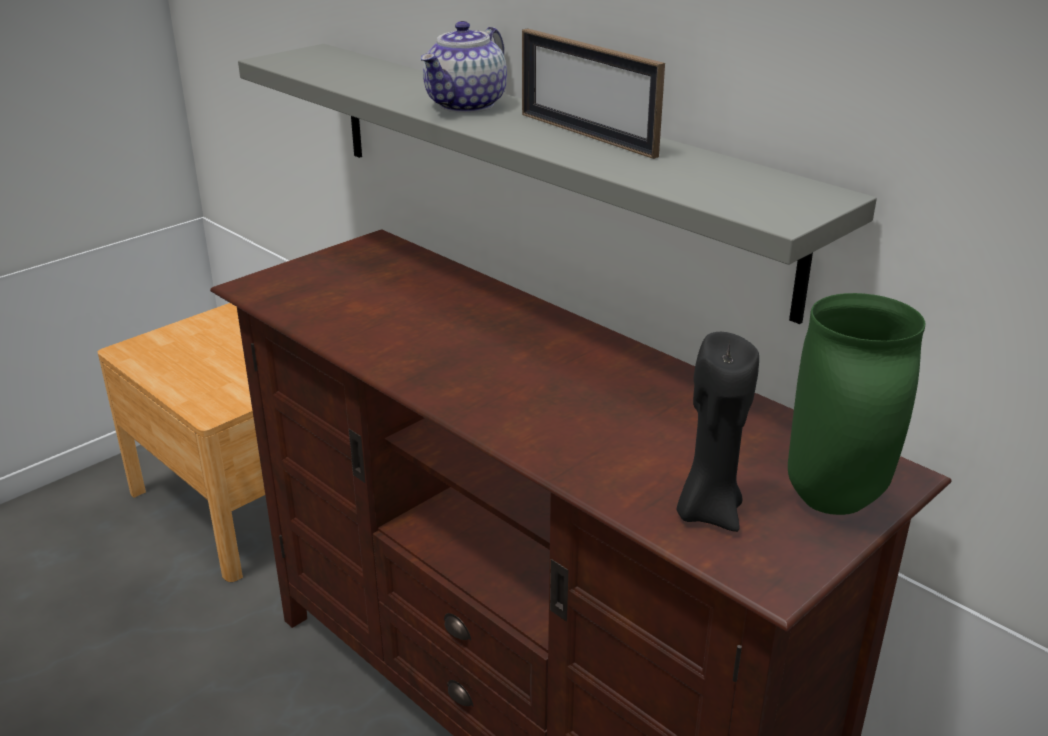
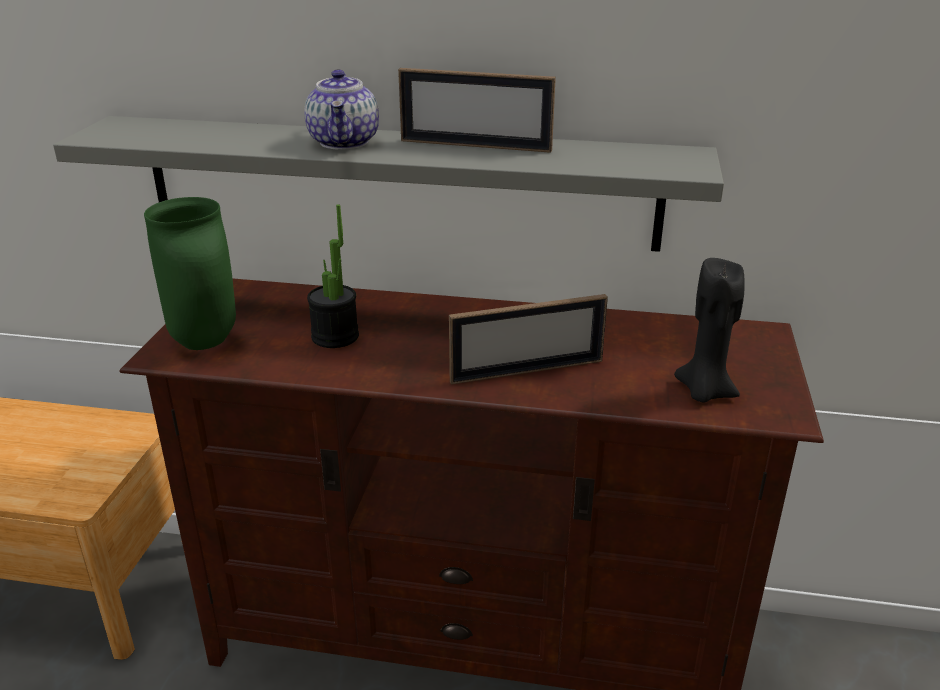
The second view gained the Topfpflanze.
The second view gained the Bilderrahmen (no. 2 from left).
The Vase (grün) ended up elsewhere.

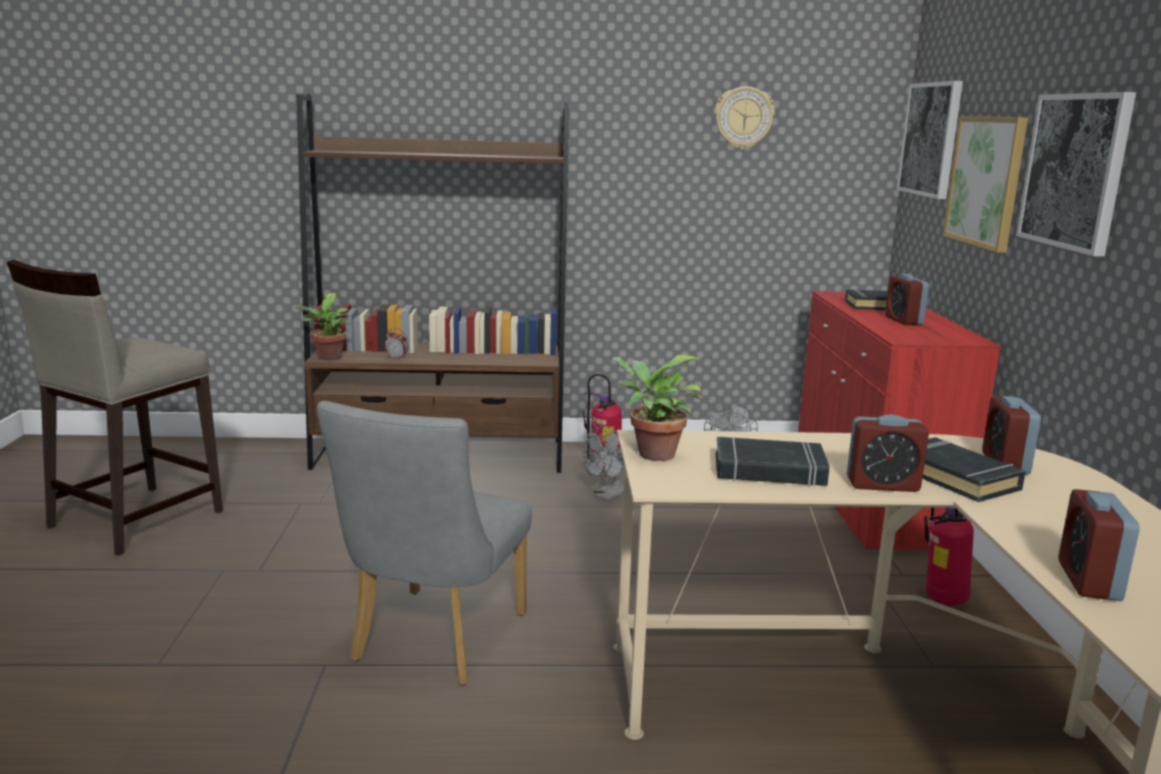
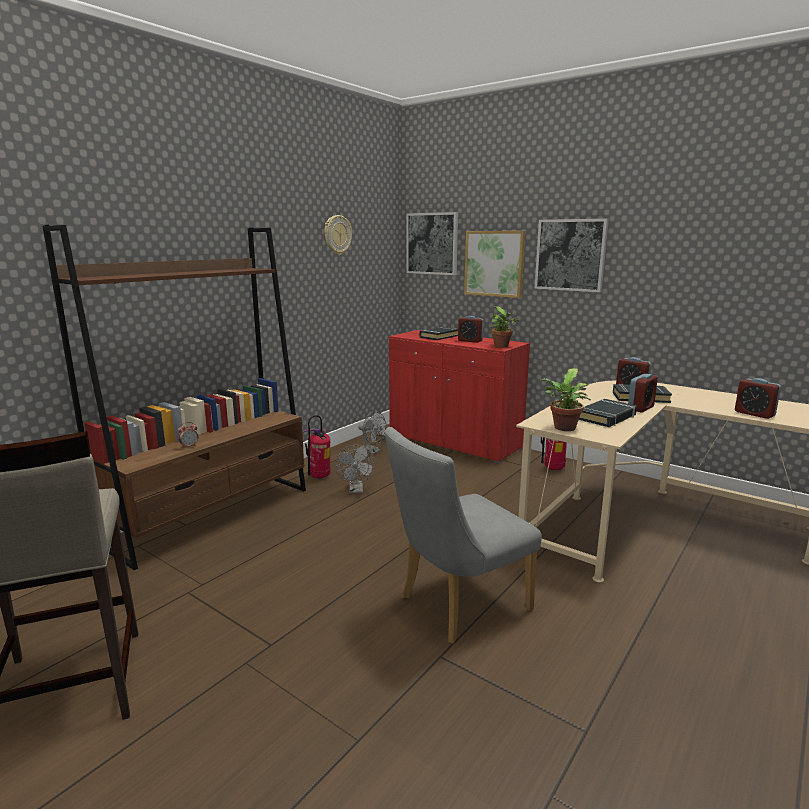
The Topfpflanze (no. 1 from left) ended up elsewhere.
The Stuhl (grau) ended up facing another way, 90 degrees clockwise from before.

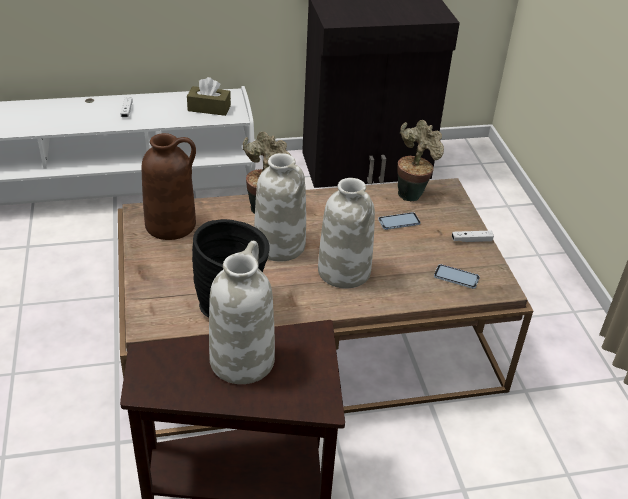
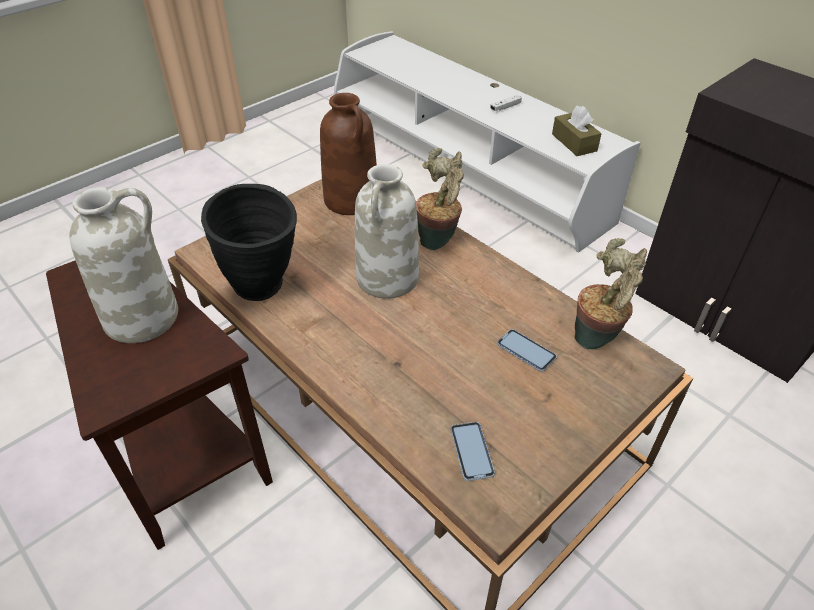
The second view lost the Vase (weiß) (no. 3 from left).
The second view lost the Gamepad (weiß) (no. 2 from left).

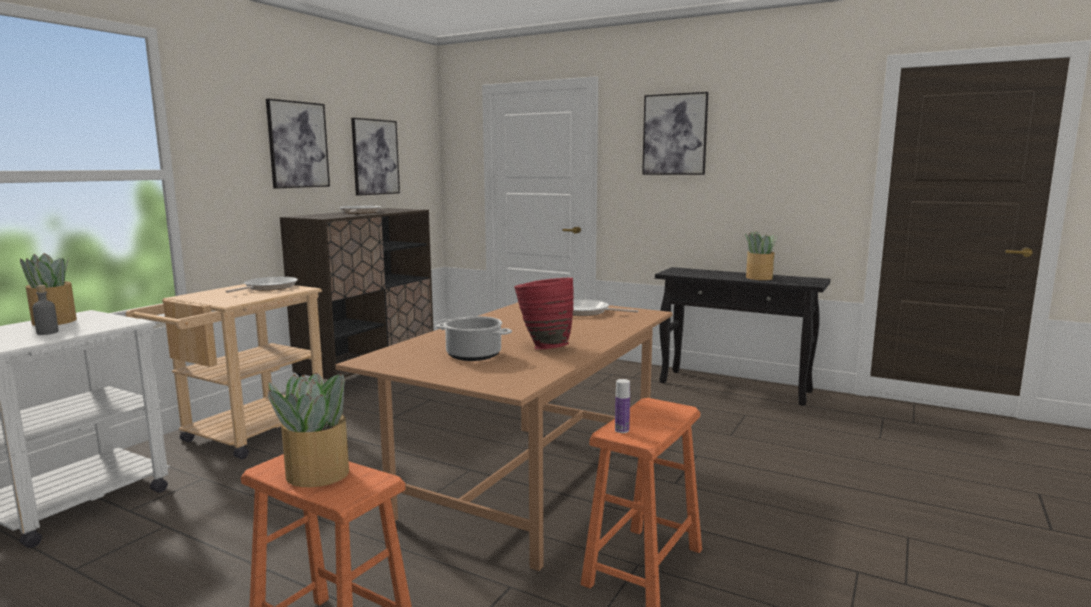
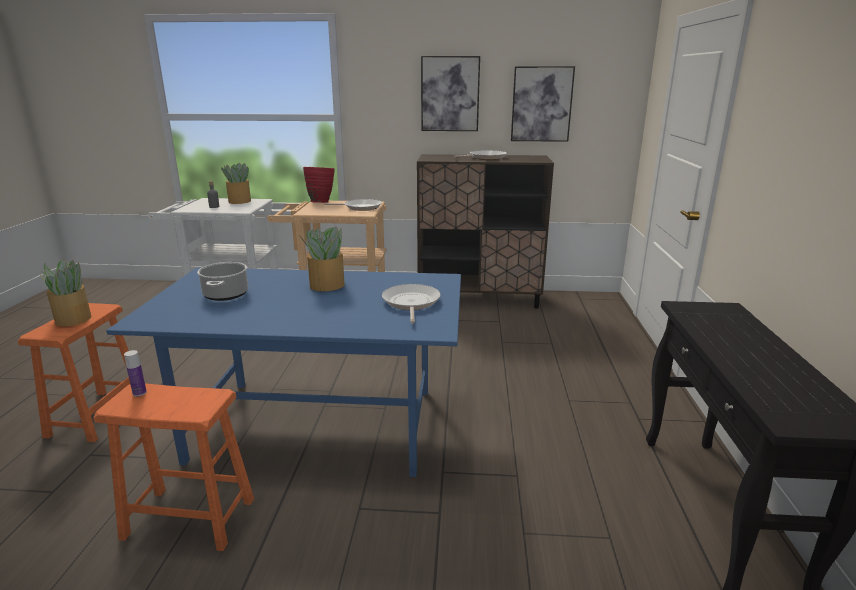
The second view lost the Bild (no. 3 from left).
The Vase (rot) ended up elsewhere.
The Topfpflanze (no. 3 from left) ended up elsewhere.
What was the Esstisch (braun) turned into the Esstisch (blau).

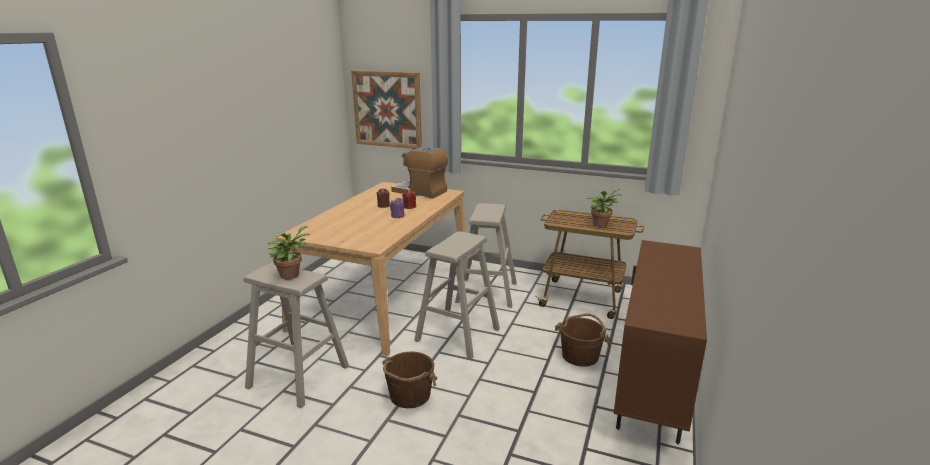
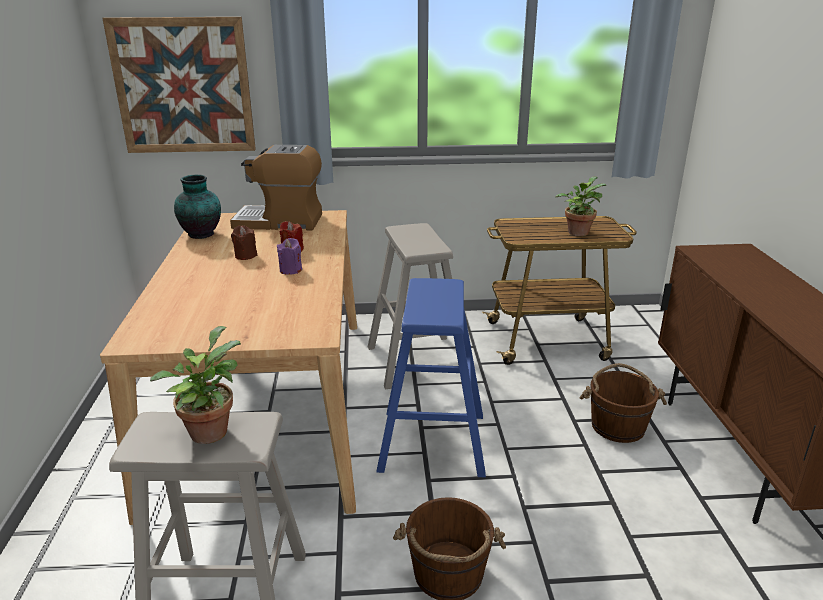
The second view gained the Vase.
What was the Hocker (beige) (no. 2 from left) turned into the Hocker (blau).

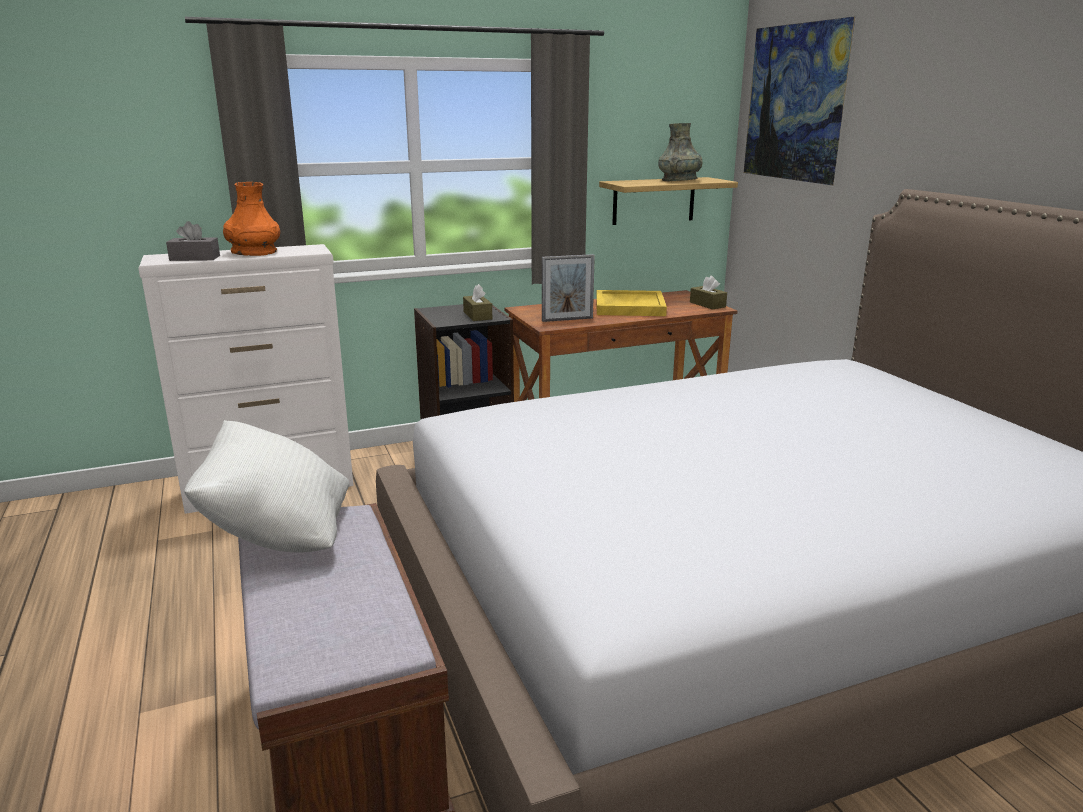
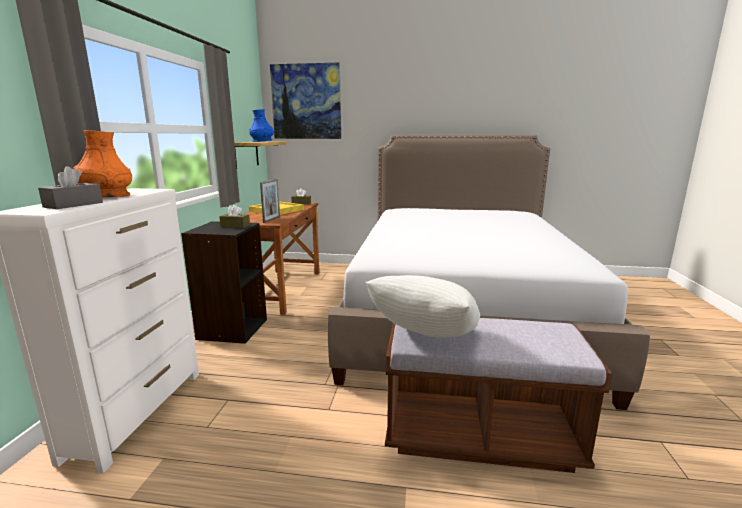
What was the Vase (grau) turned into the Vase (blau).

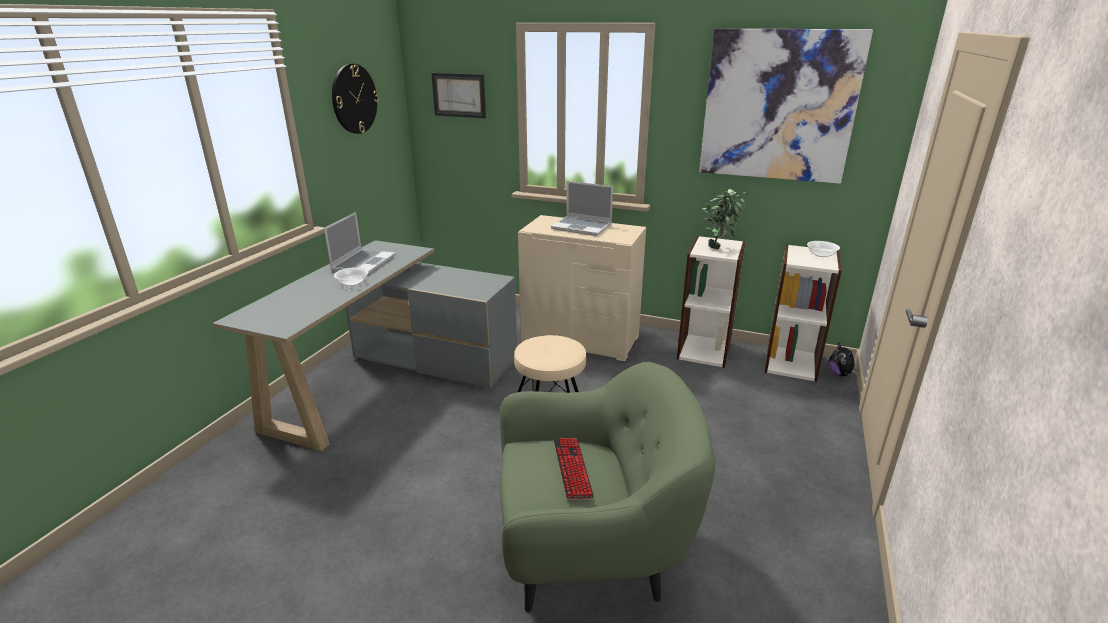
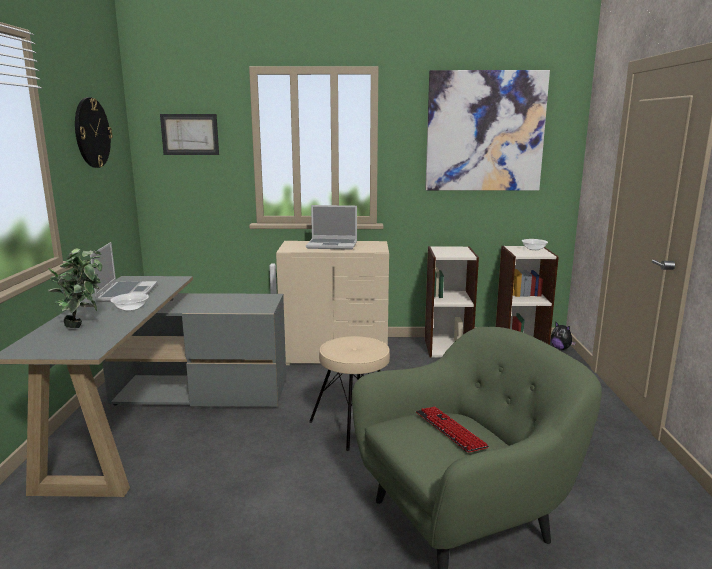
The Topfpflanze ended up elsewhere.

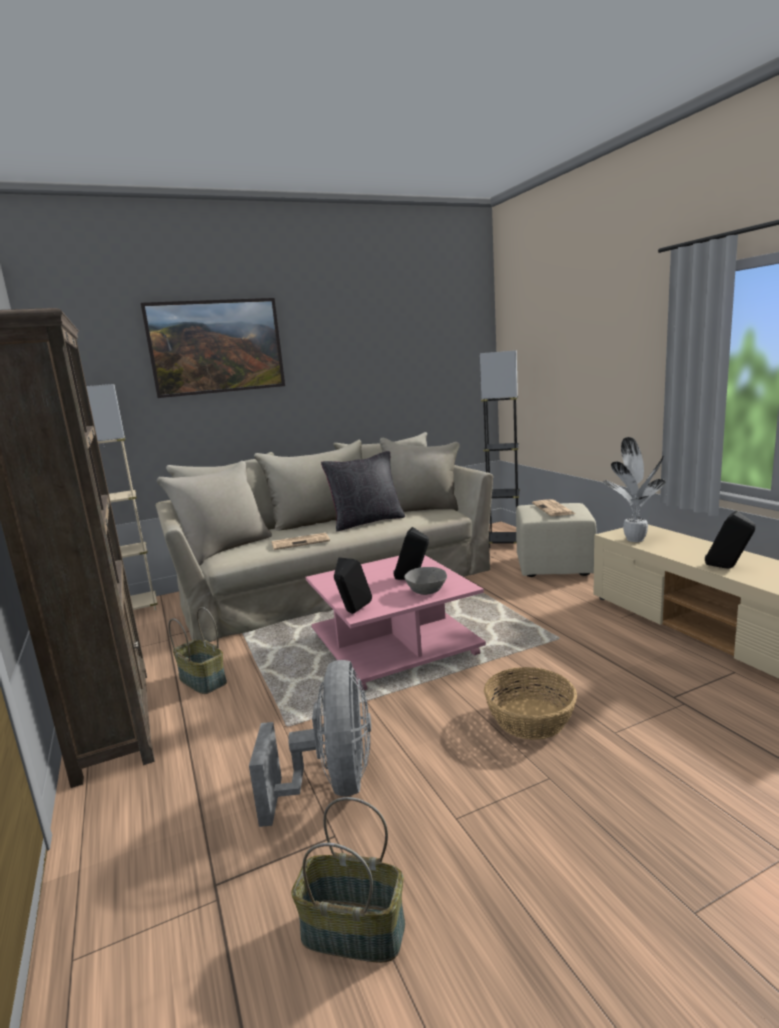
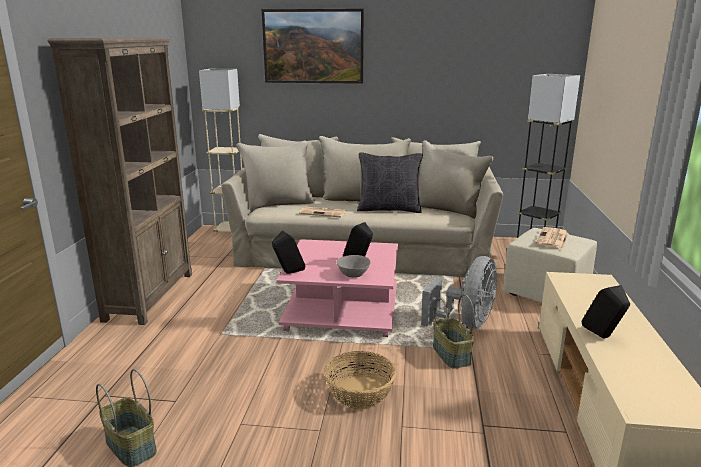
The second view lost the Topfpflanze.
The Korb (no. 1 from left in the first image) ended up elsewhere.
The Ventilator (grau) ended up elsewhere.

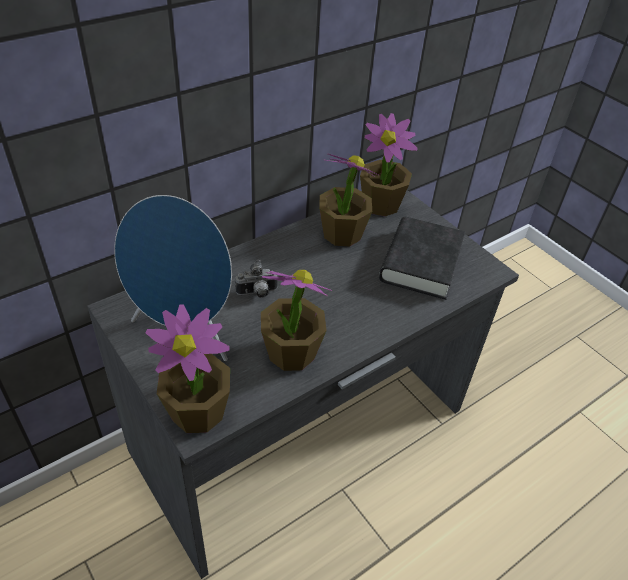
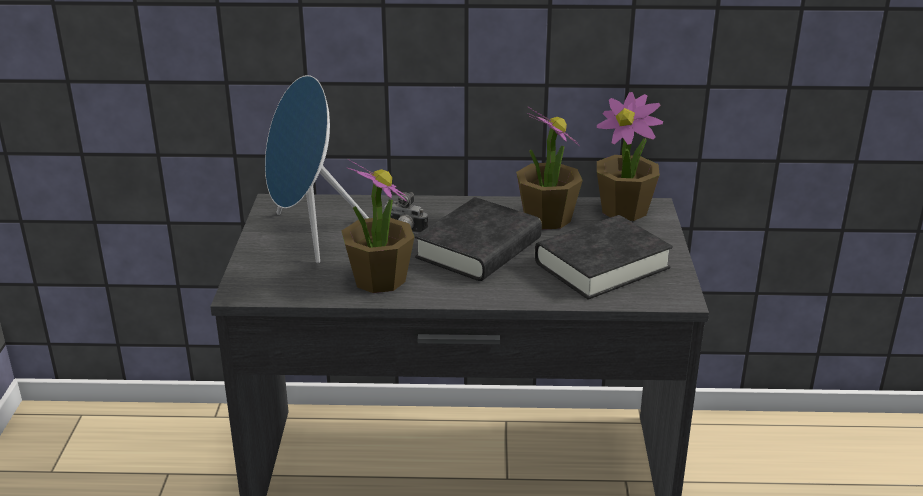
The second view lost the Topfpflanze (no. 1 from left).
The second view gained the Buch (schwarz) (no. 1 from left).

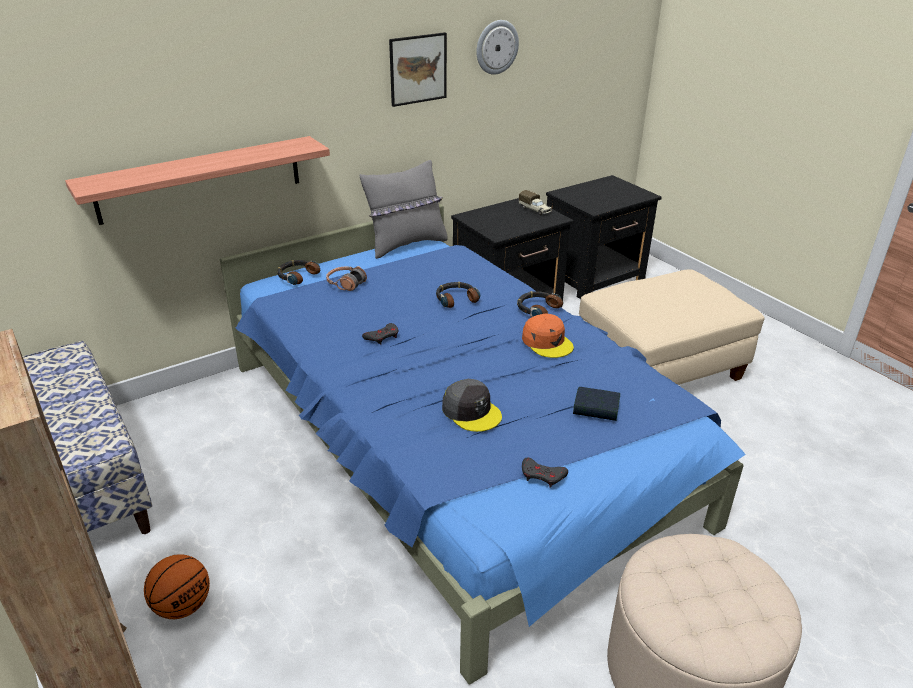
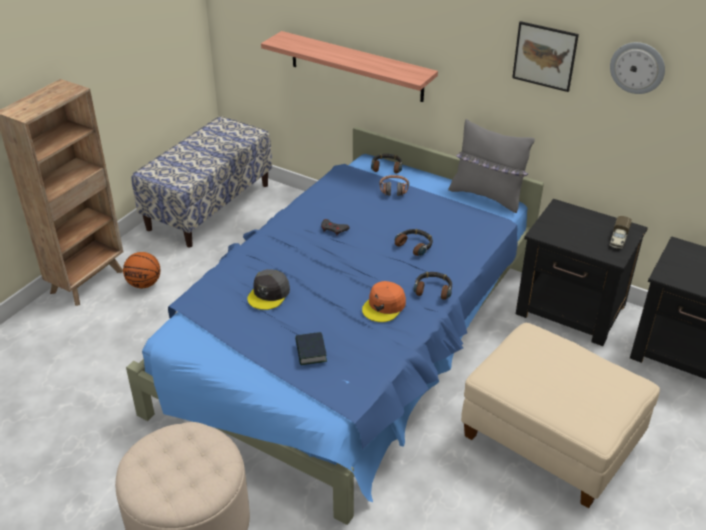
The second view lost the Gamepad (grau) (no. 2 from left).

